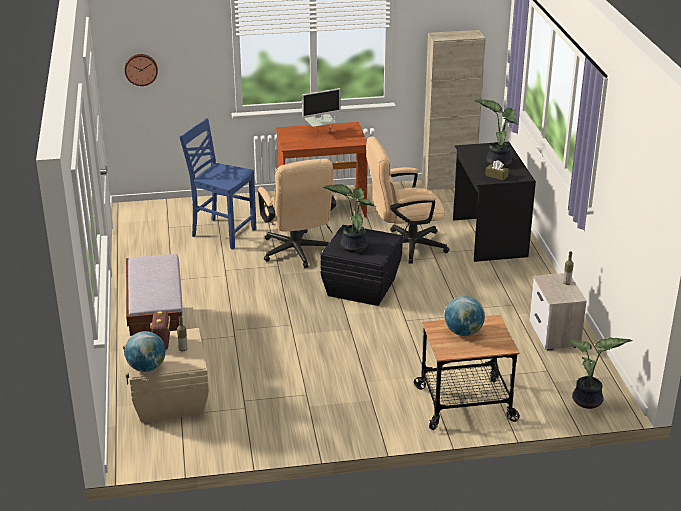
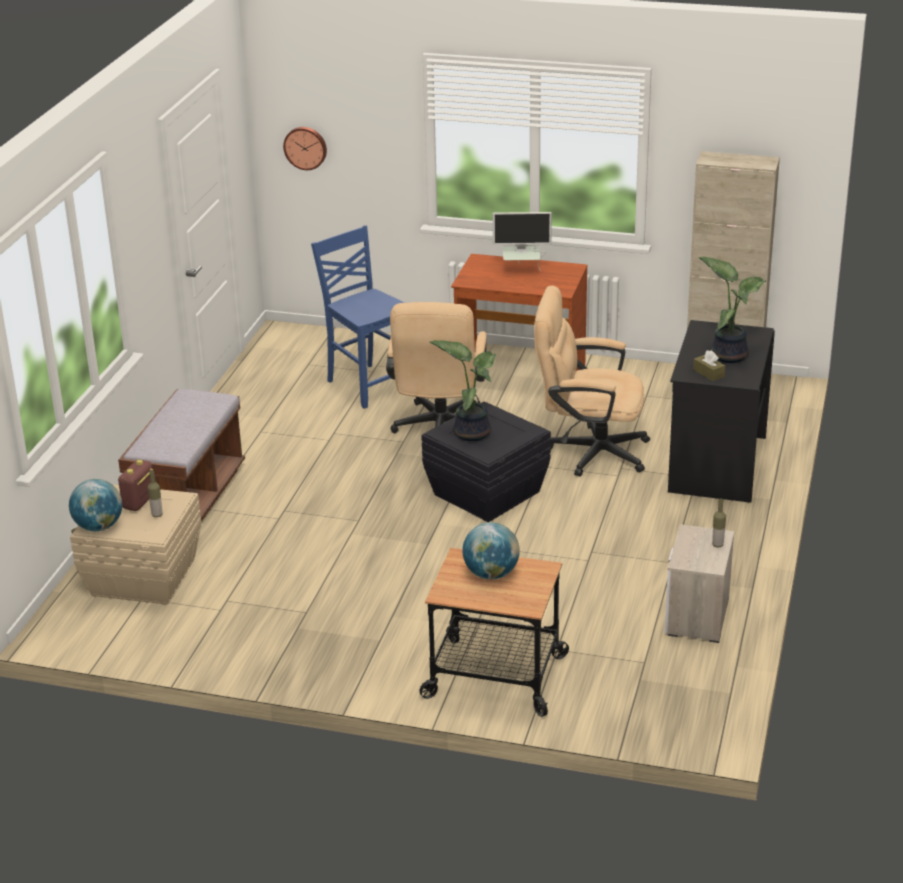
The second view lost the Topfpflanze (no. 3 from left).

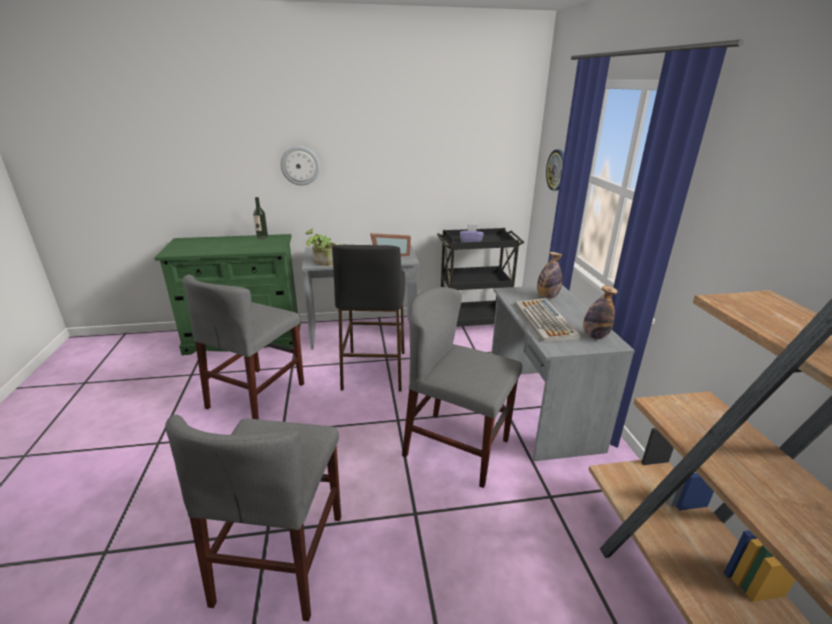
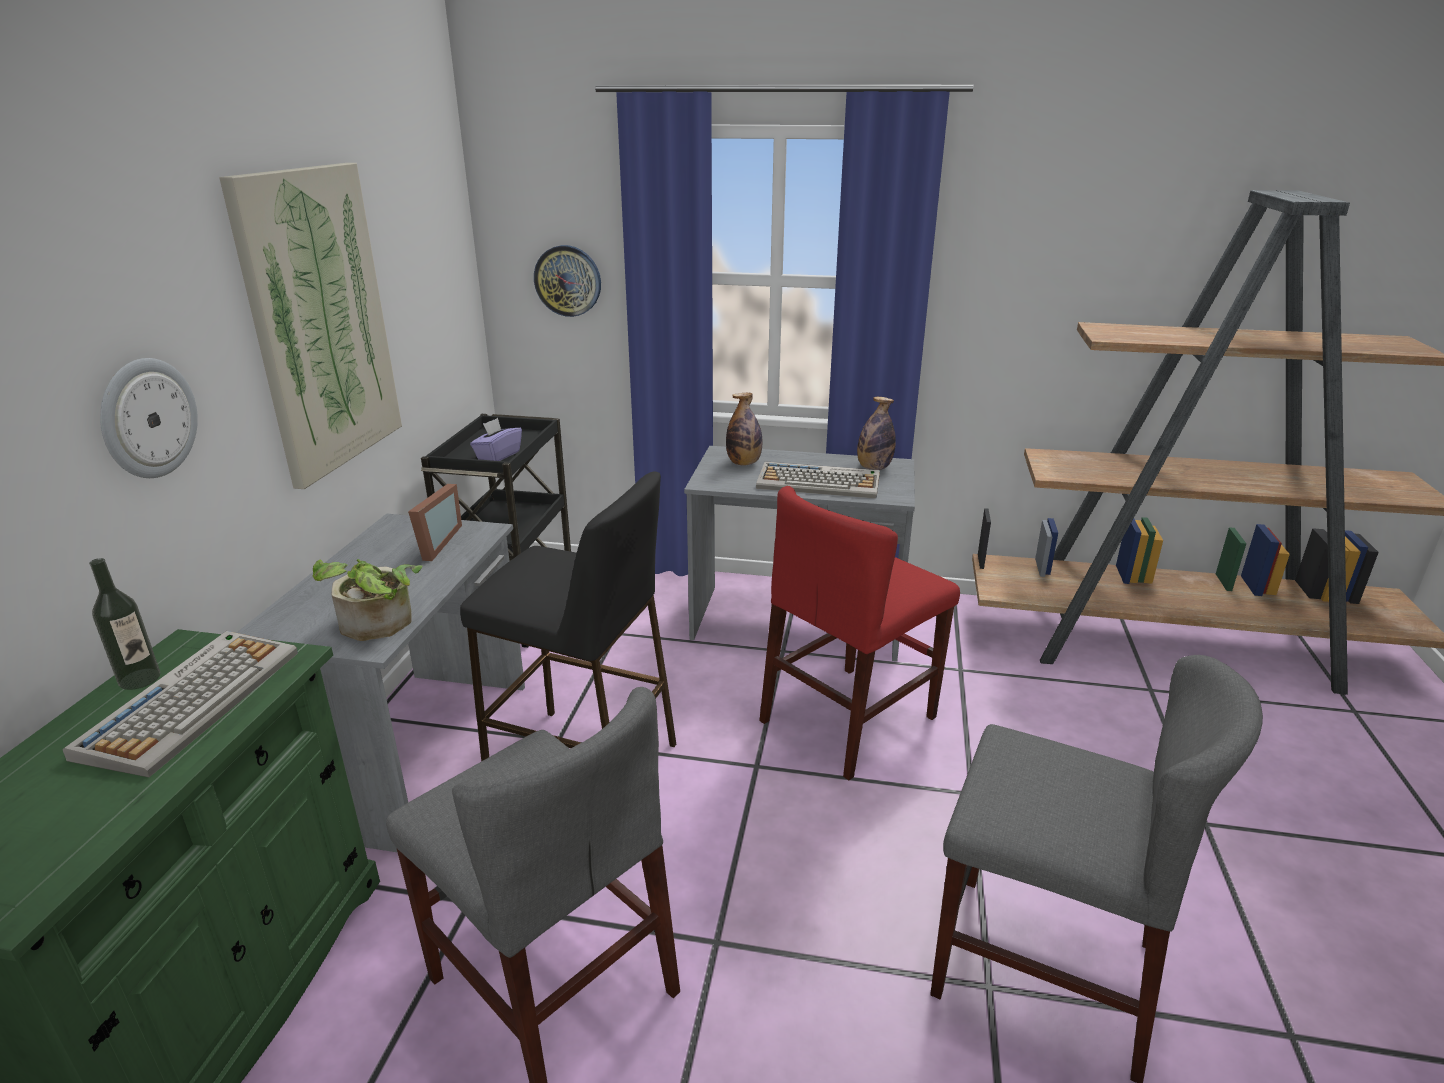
The second view gained the Tastatur (no. 1 from left).
The second view gained the Bild.
What was the Stuhl (grau) (no. 3 from left) turned into the Stuhl (rot).

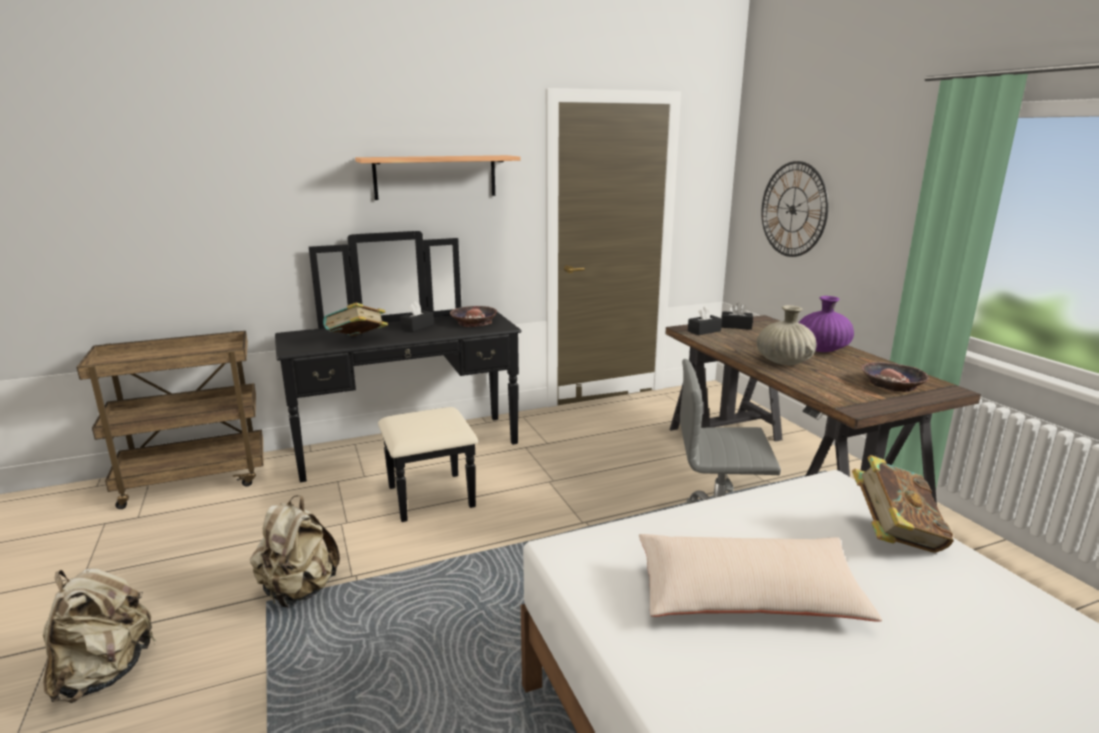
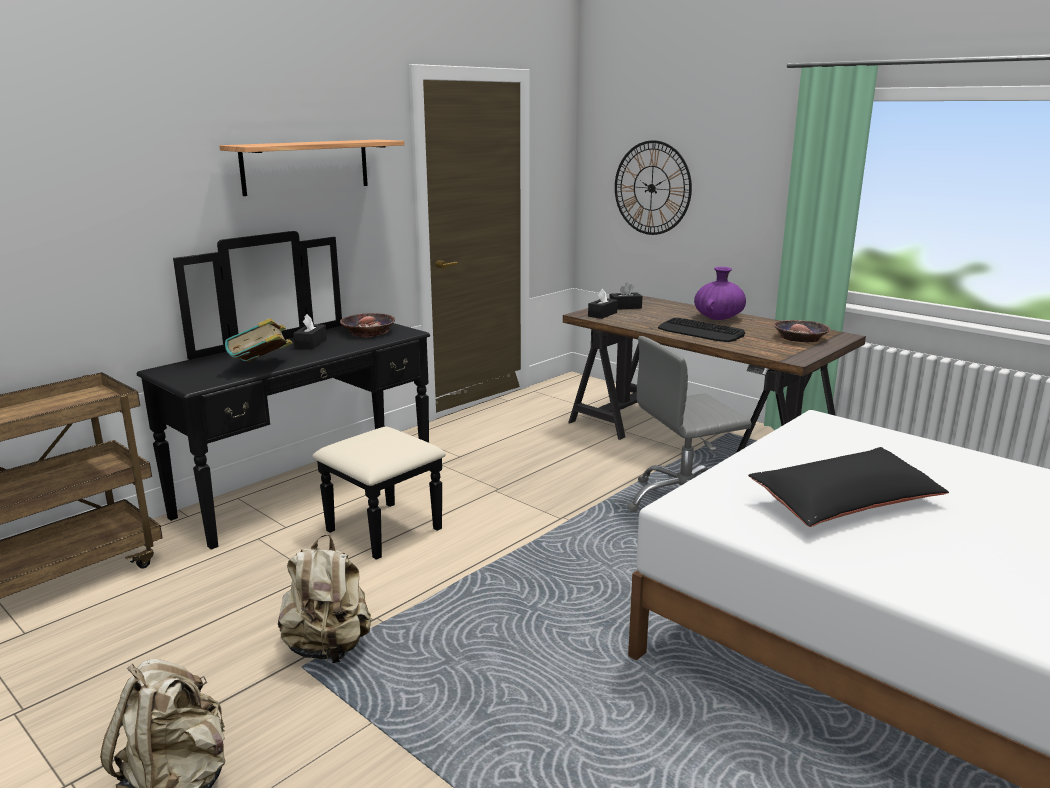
The second view lost the Buch (no. 2 from left).
Where the Vase (beige) stood, the Tastatur came to stand.
What was the Kissen (beige) turned into the Kissen (schwarz).

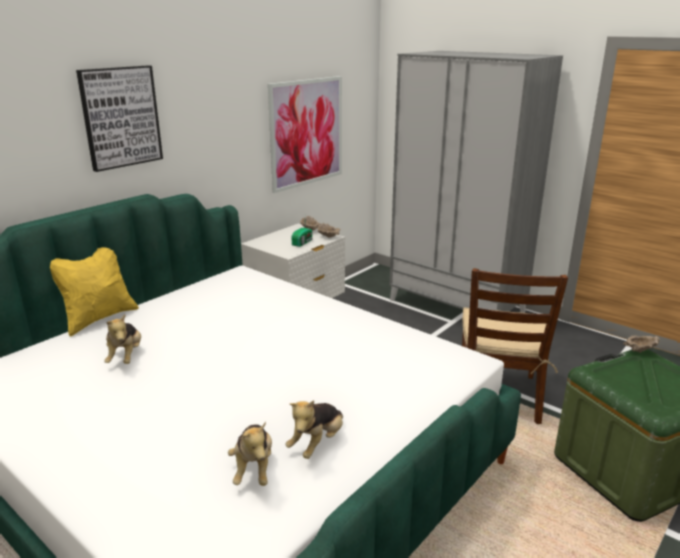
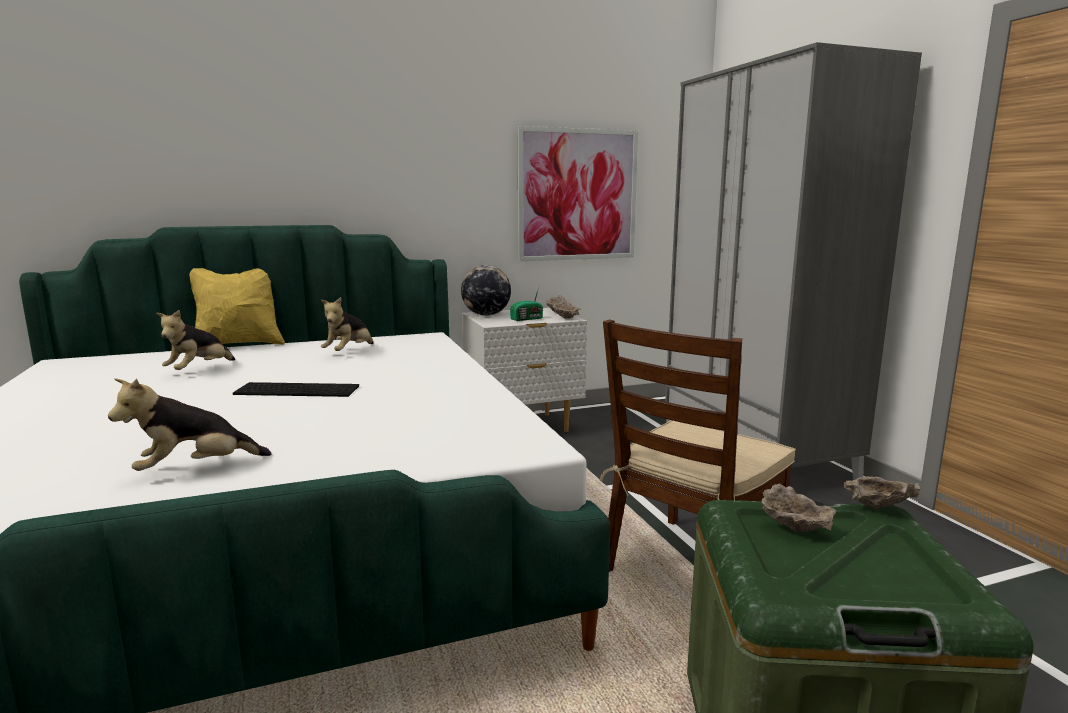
The second view lost the Bild (no. 1 from left).
The second view gained the Tastatur.
The second view gained the Globus.
The second view gained the Schüssel (beige) (no. 3 from left).
The Plüschtier (no. 2 from left in the first image) ended up elsewhere.

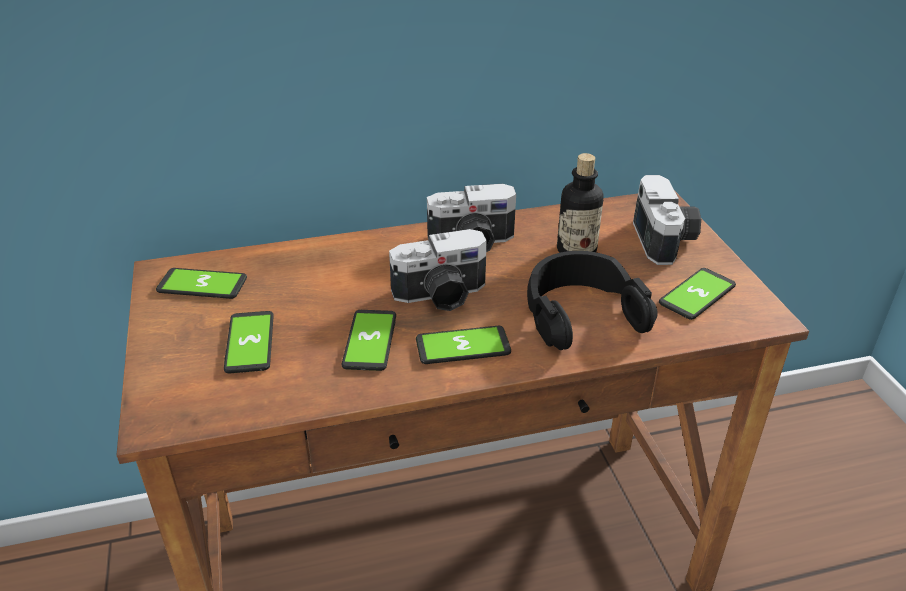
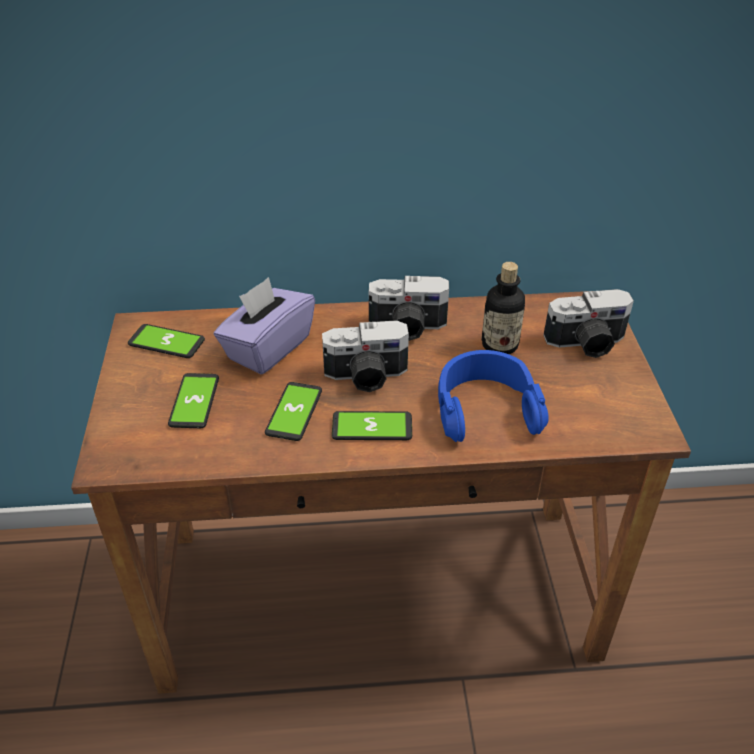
The second view lost the Handy (no. 5 from left).
The second view gained the Taschentuchbox (lila).
What was the Kopfhörer (schwarz) turned into the Kopfhörer (blau).
The Kamera (no. 3 from left) ended up facing another way, 75 degrees clockwise from before.

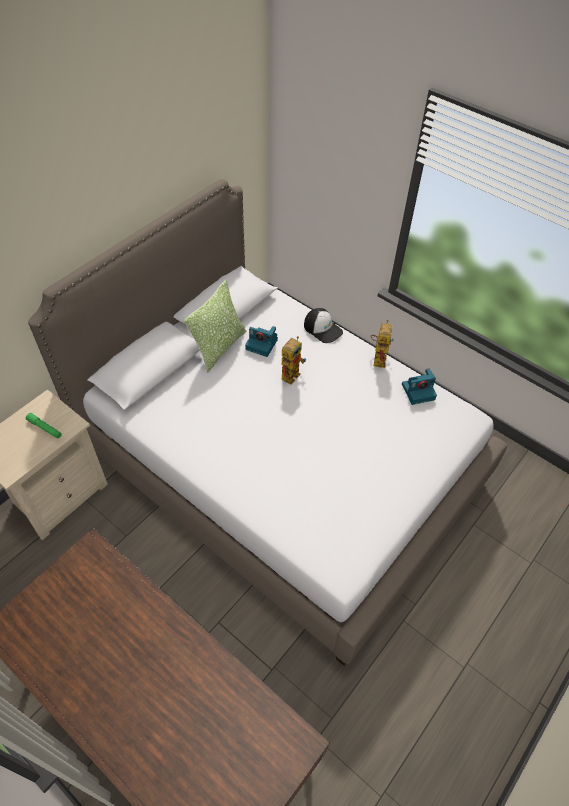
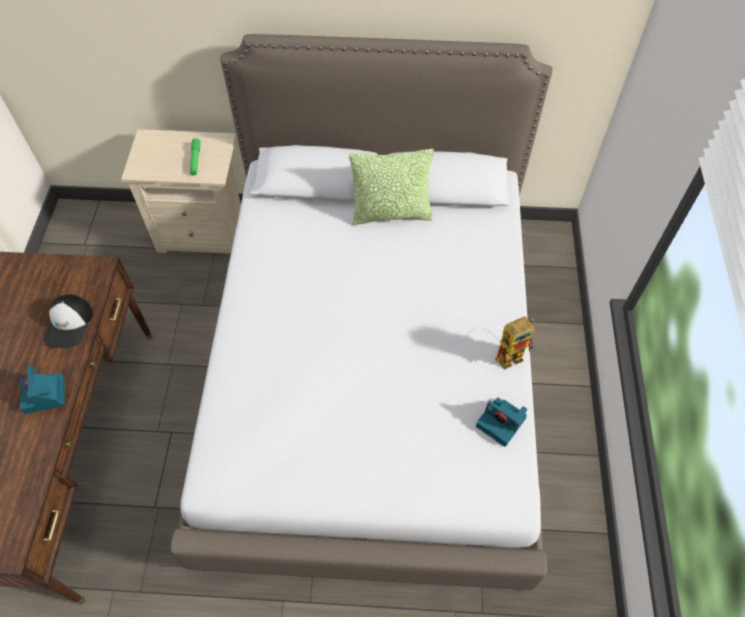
The second view lost the Spielzeugroboter (no. 1 from left).
The Kamera (no. 1 from left) ended up elsewhere.
The Kappe ended up elsewhere.

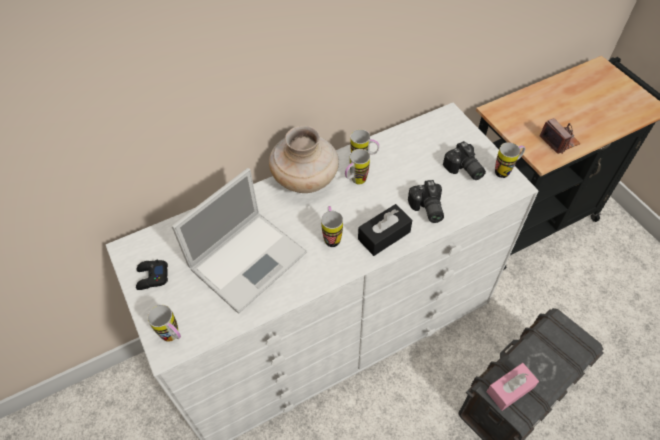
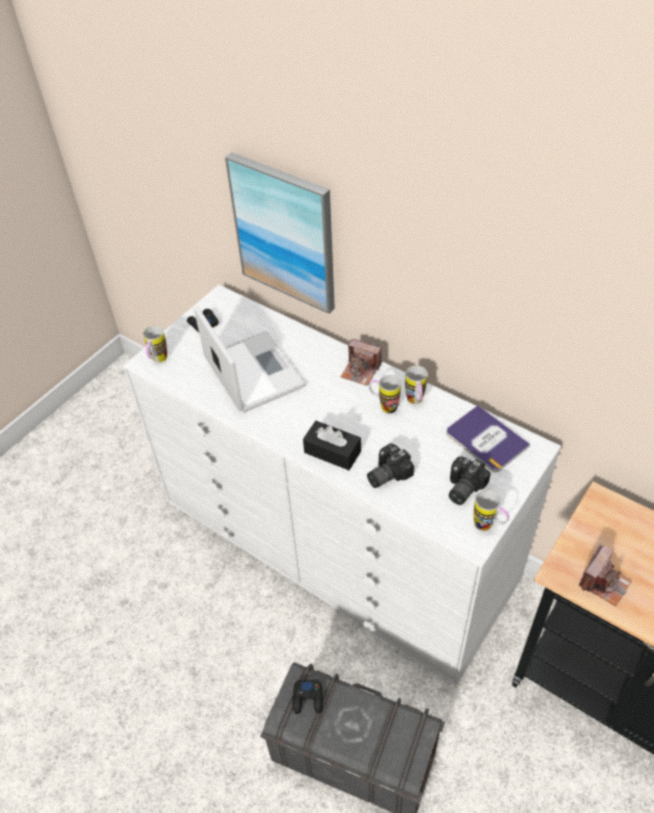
The second view lost the Henkelbecher (no. 2 from left).
The second view gained the Bild.
The second view gained the Buch.
Where the Vase (beige) stood, the Kamera (no. 1 from left) came to stand.
Where the Taschentuchbox (rosa) stood, the Gamepad (schwarz) (no. 2 from left) came to stand.
The Laptop ended up facing another way, 135 degrees counterclockwise from before.

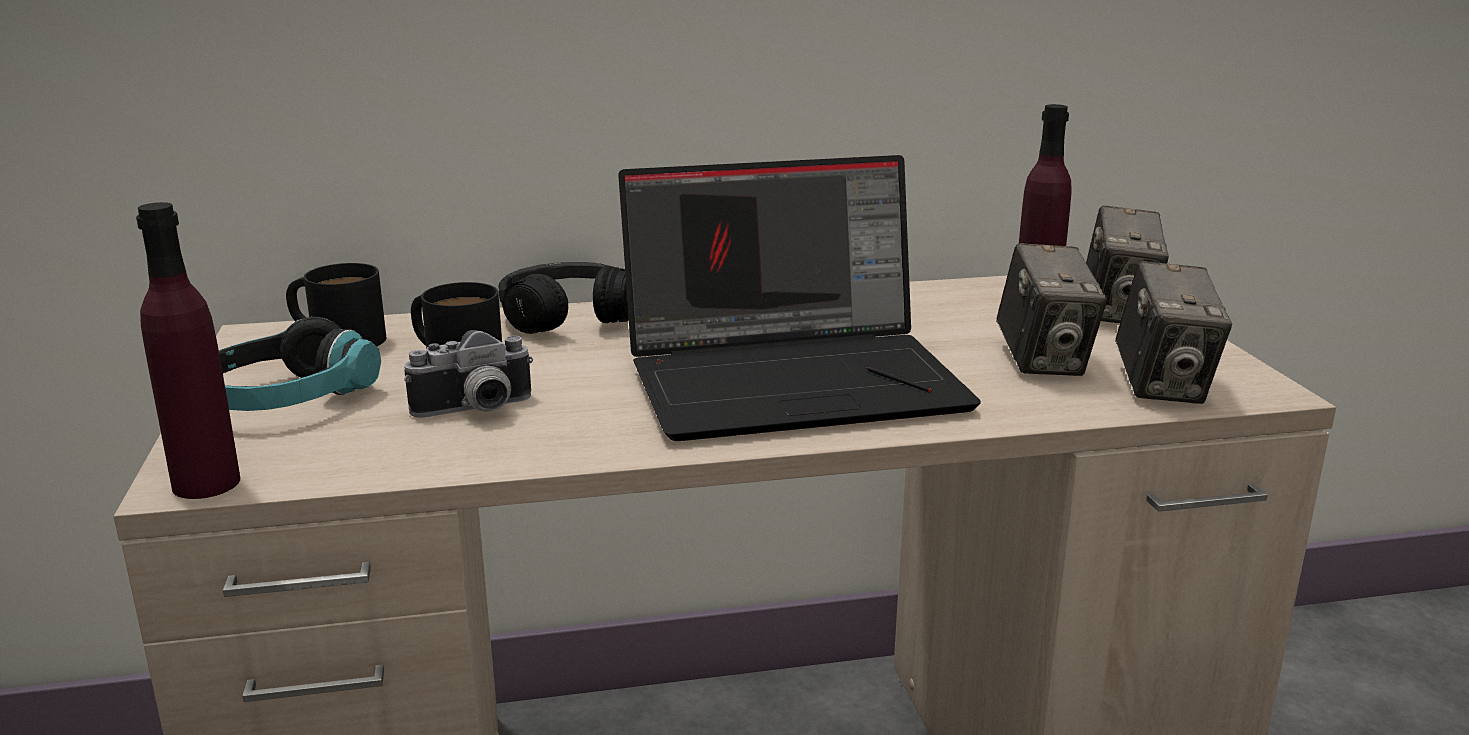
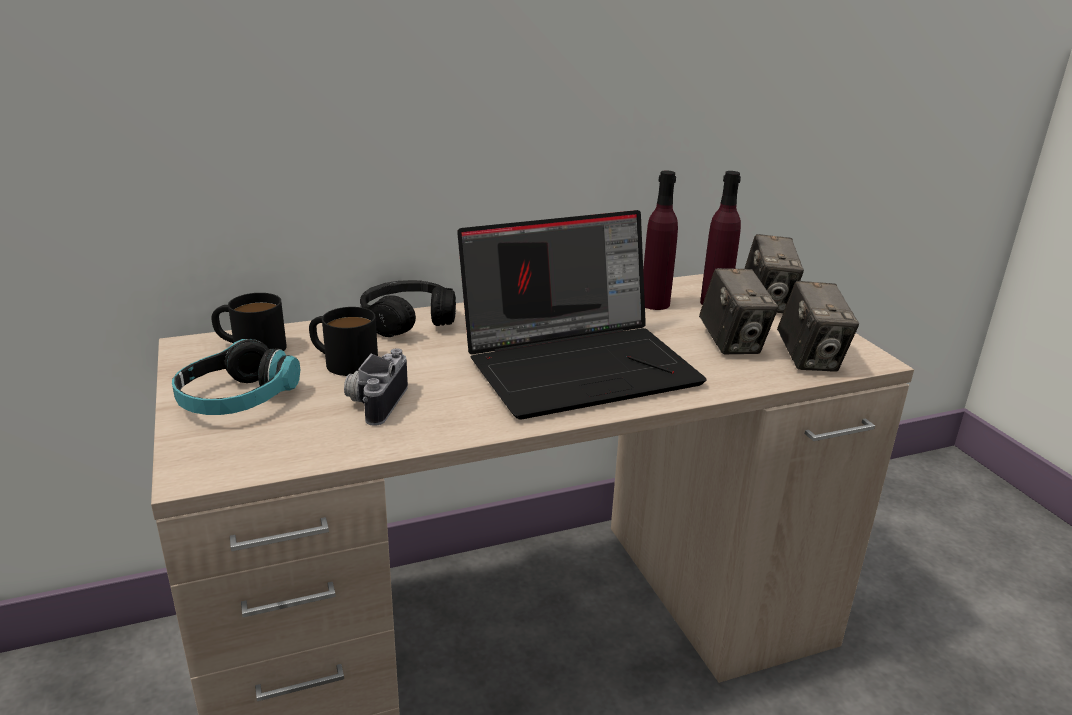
The Flasche (lila) (no. 1 from left) ended up elsewhere.
The Kamera (no. 1 from left) ended up facing another way, 135 degrees clockwise from before.

